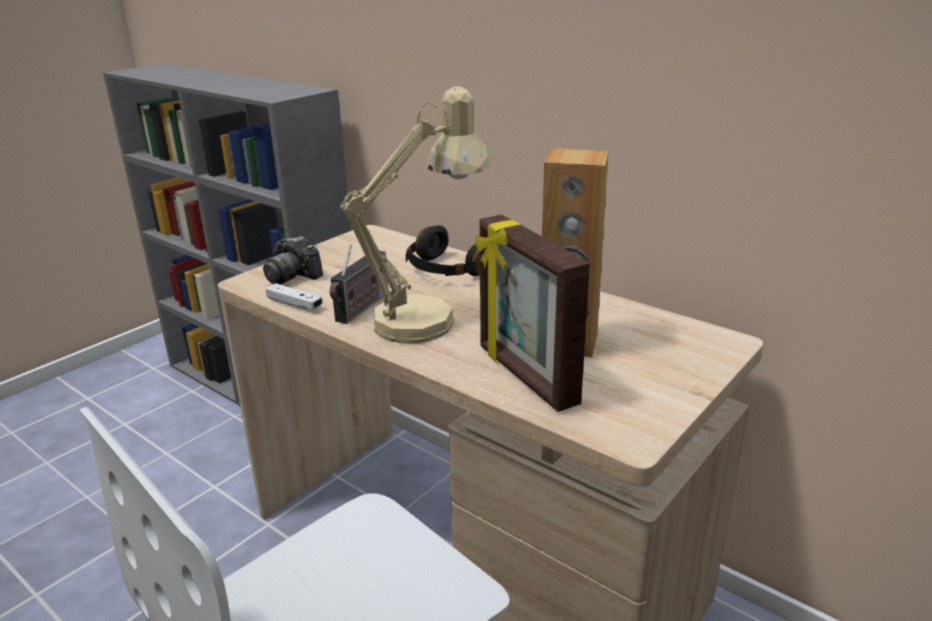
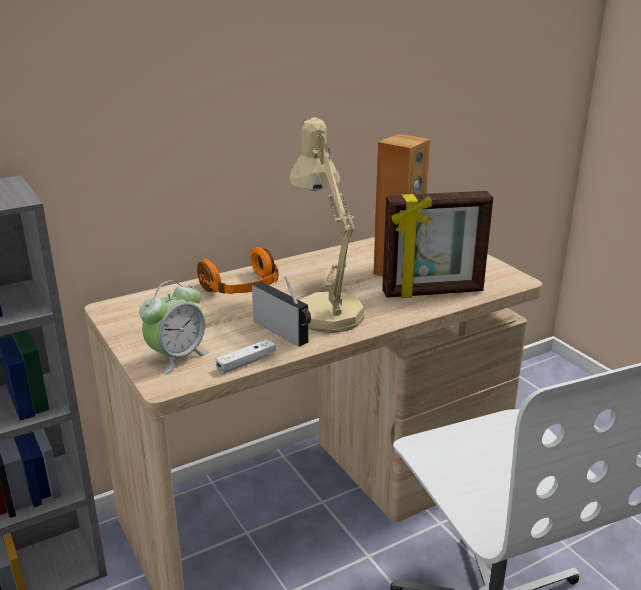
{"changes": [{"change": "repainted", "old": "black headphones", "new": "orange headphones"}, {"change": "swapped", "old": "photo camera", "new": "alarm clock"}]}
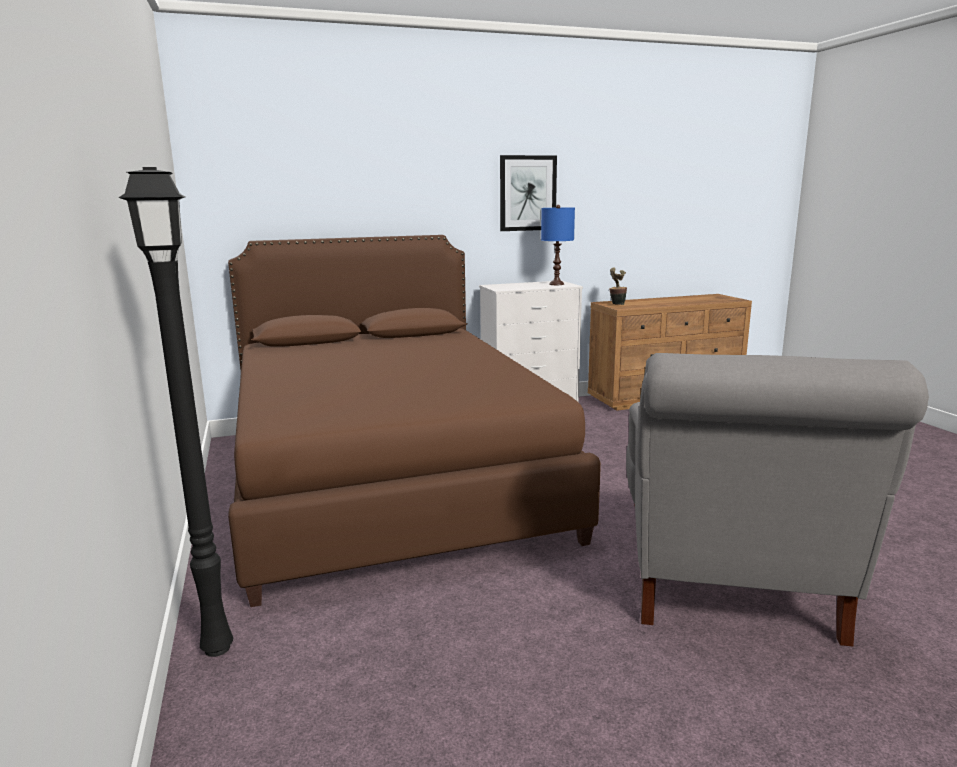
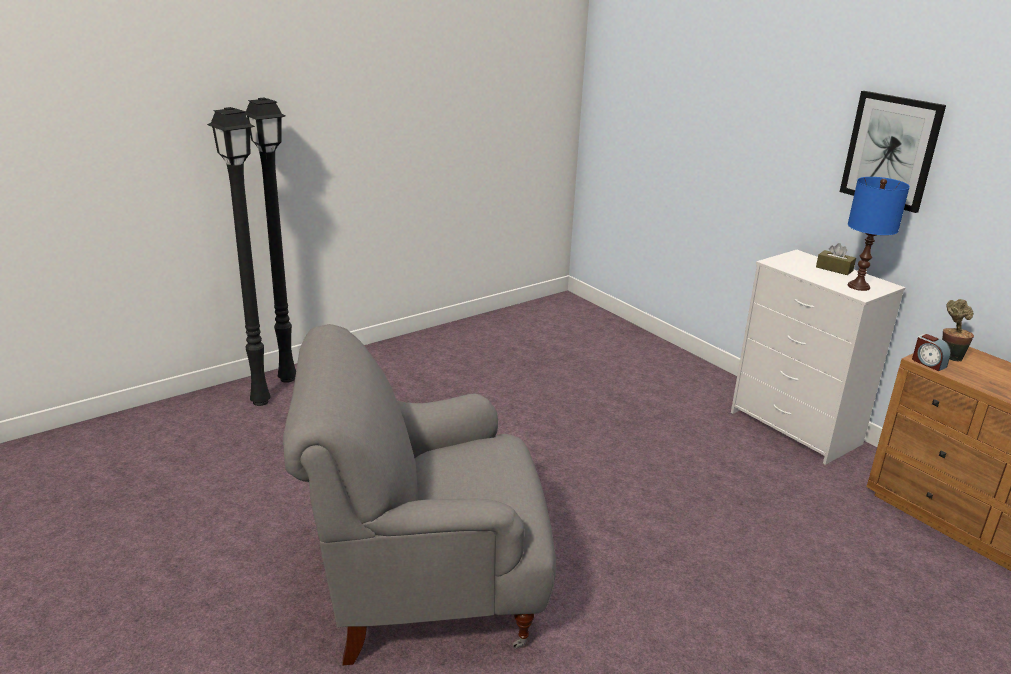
{"changes": [{"change": "gone", "old": "brown bed"}, {"change": "new", "new": "black floor lamp (no. 1 from left)"}, {"change": "new", "new": "brown tissue box"}, {"change": "new", "new": "alarm clock"}]}
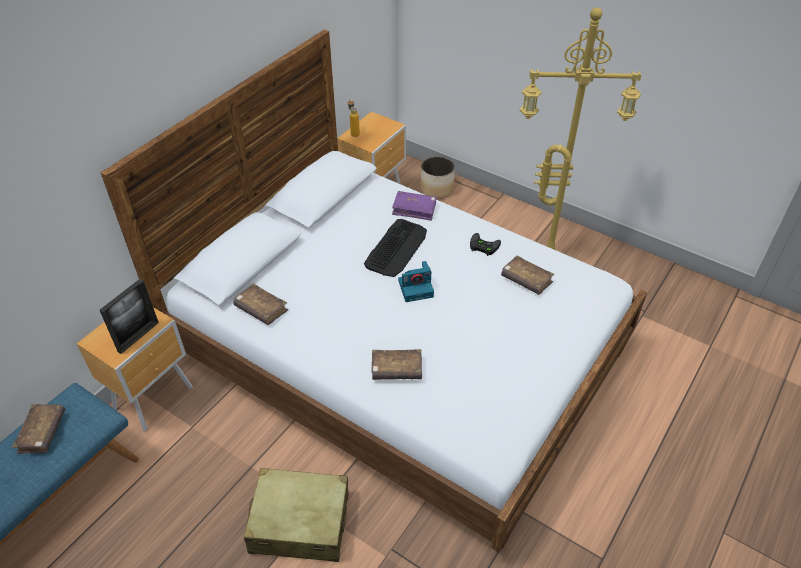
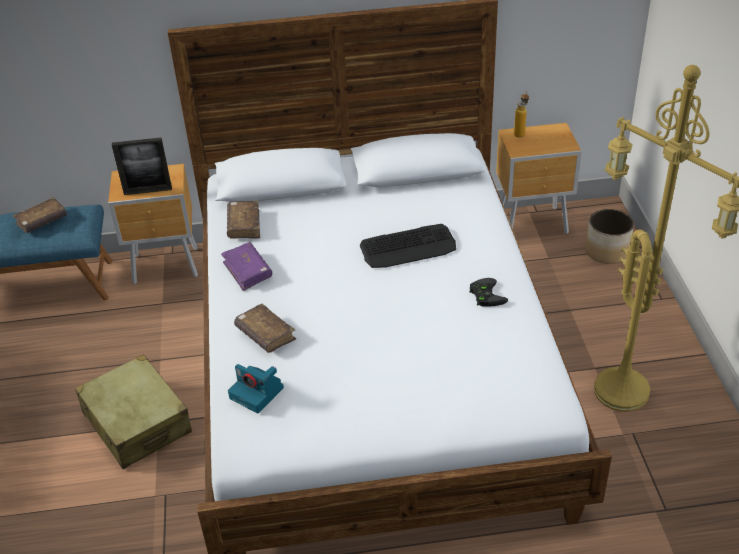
{"changes": [{"change": "shifted", "old": "purple book"}, {"change": "gone", "old": "brown book (no. 4 from left)"}, {"change": "shifted", "old": "photo camera"}]}
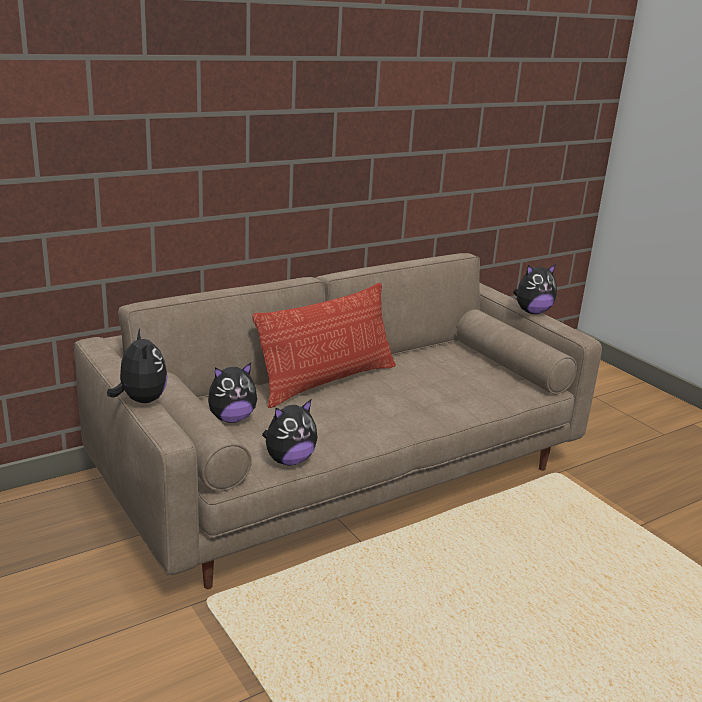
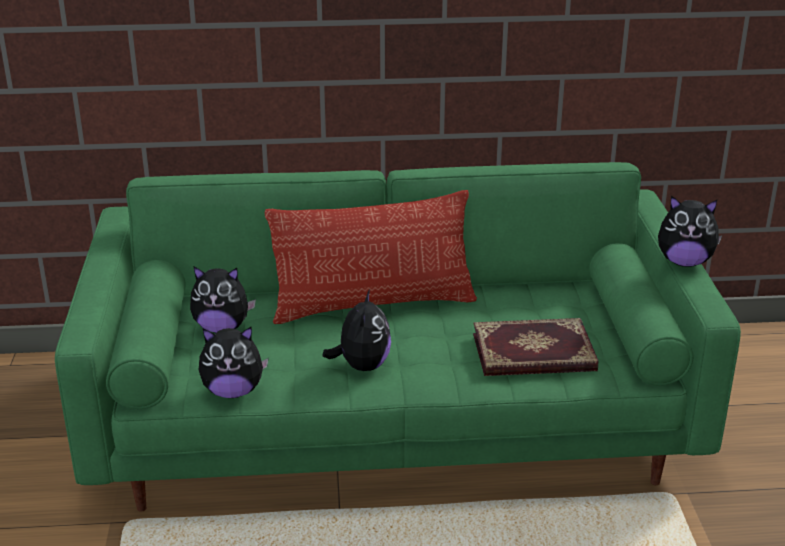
{"changes": [{"change": "repainted", "old": "beige sofa", "new": "green sofa"}, {"change": "shifted", "old": "plush toy (no. 1 from left in the first image)", "new": "plush toy (no. 3 from left)"}, {"change": "new", "new": "book"}]}
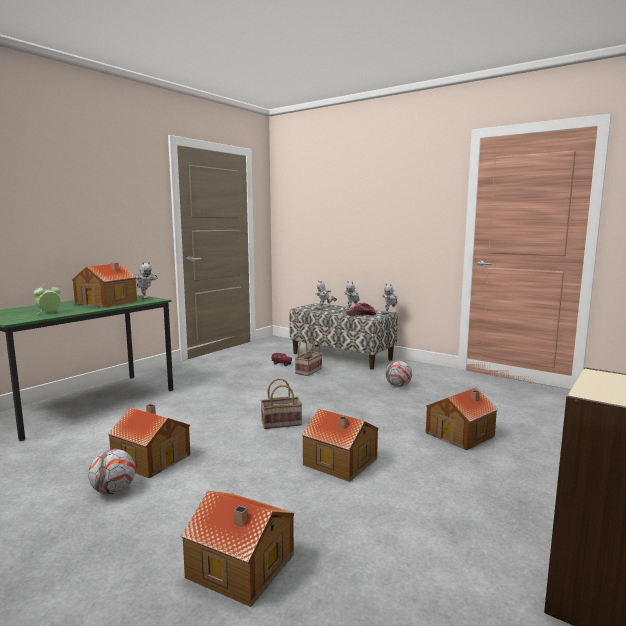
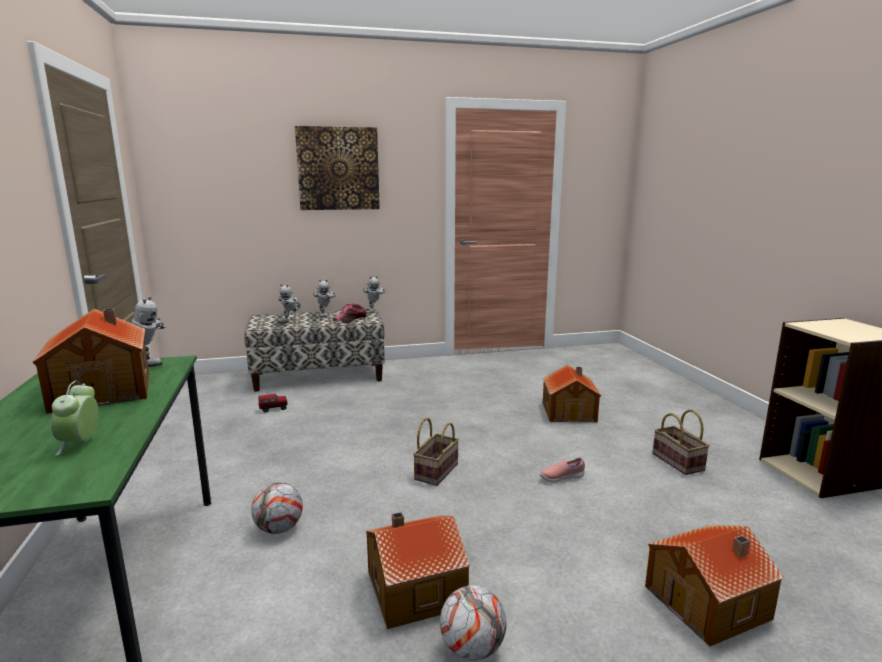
{"changes": [{"change": "shifted", "old": "basket (no. 2 from left)"}, {"change": "shifted", "old": "football (no. 2 from left in the first image)", "new": "football (no. 1 from left)"}, {"change": "swapped", "old": "toy house (no. 4 from left)", "new": "pink shoe"}, {"change": "new", "new": "picture"}]}
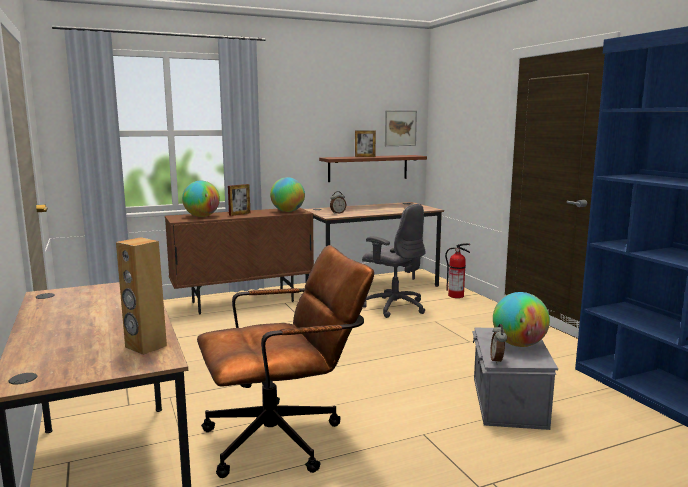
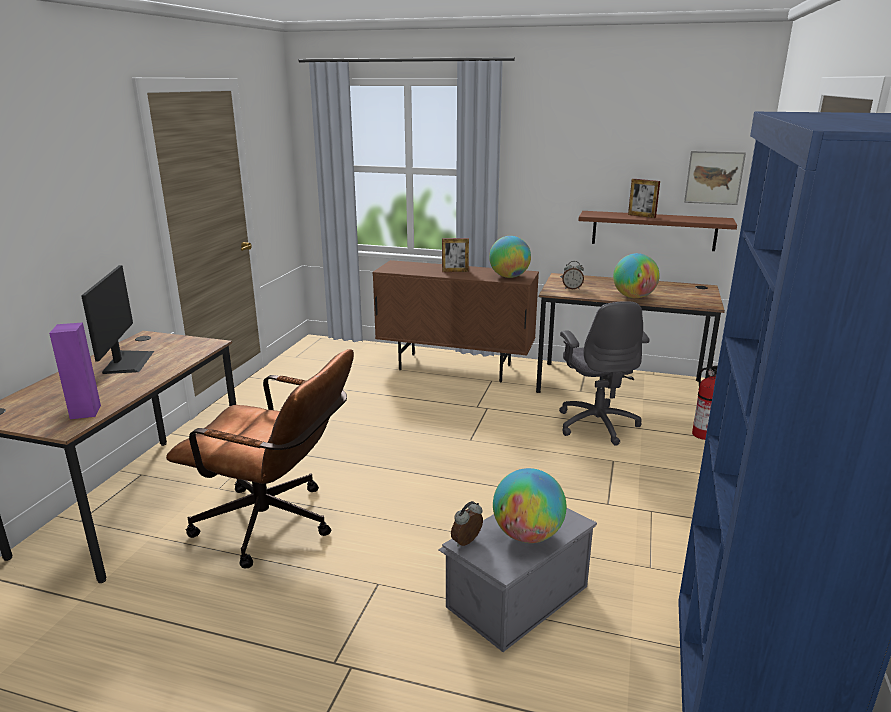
{"changes": [{"change": "shifted", "old": "globe (no. 1 from left in the first image)", "new": "globe (no. 3 from left)"}, {"change": "repainted", "old": "brown speaker", "new": "purple speaker"}, {"change": "new", "new": "monitor"}]}
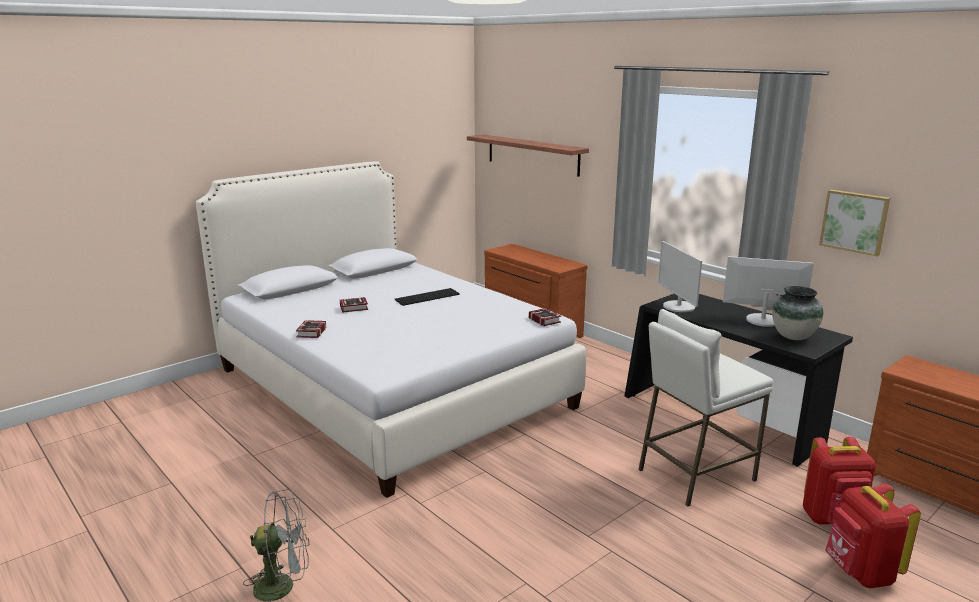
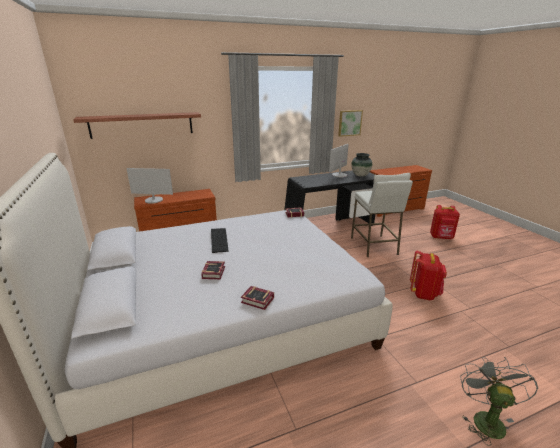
{"changes": [{"change": "shifted", "old": "monitor (no. 1 from left)"}, {"change": "shifted", "old": "red backpack (no. 1 from left)"}]}
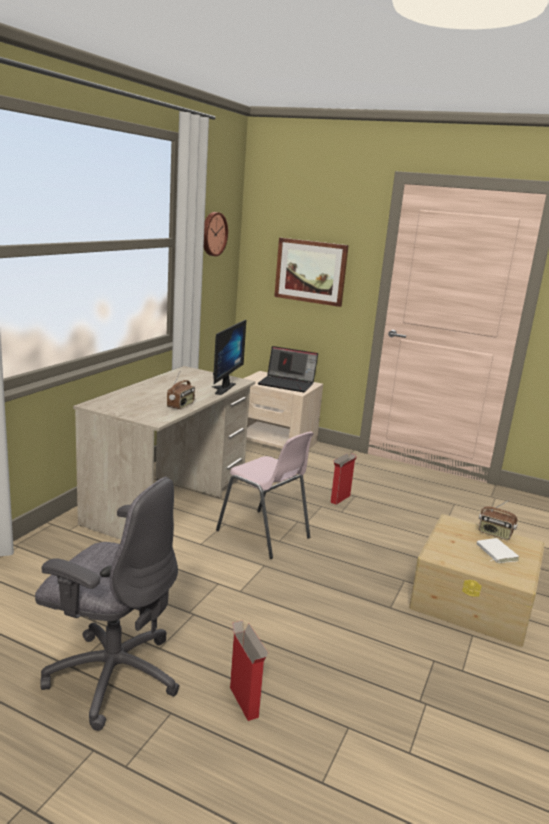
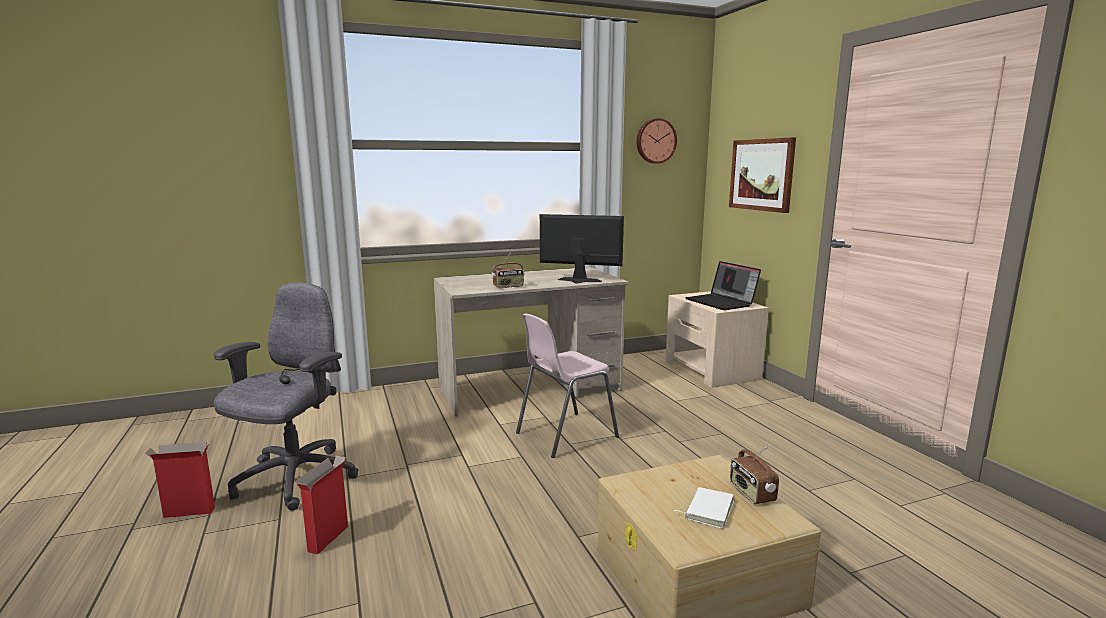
{"changes": [{"change": "rotated", "old": "monitor", "degrees": -135}, {"change": "rotated", "old": "pink chair", "degrees": 60}, {"change": "shifted", "old": "cardboard box (no. 2 from left in the first image)", "new": "cardboard box (no. 1 from left)"}, {"change": "rotated", "old": "grey office chair", "degrees": -135}]}
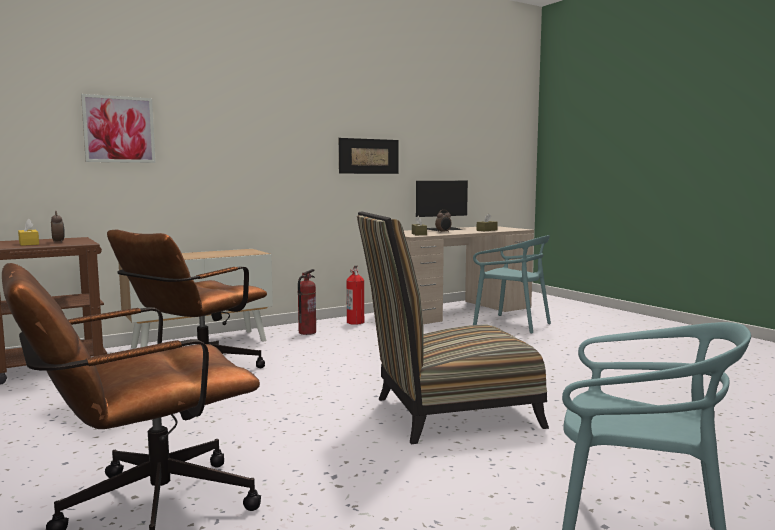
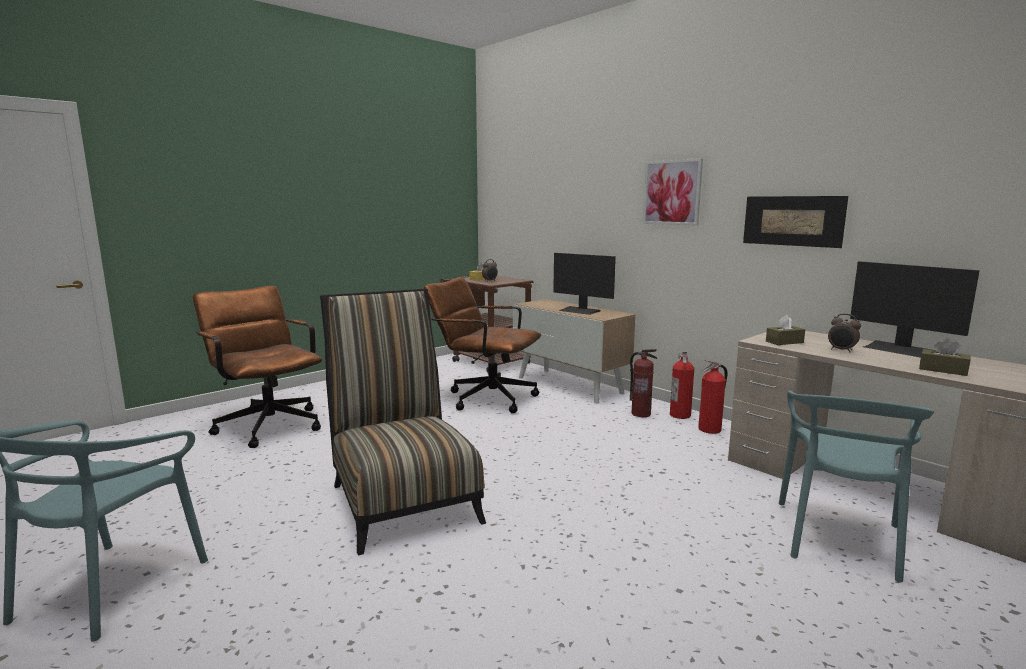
{"changes": [{"change": "shifted", "old": "picture (no. 1 from left)"}, {"change": "new", "new": "monitor (no. 1 from left)"}, {"change": "new", "new": "fire extinguisher (no. 2 from left)"}]}
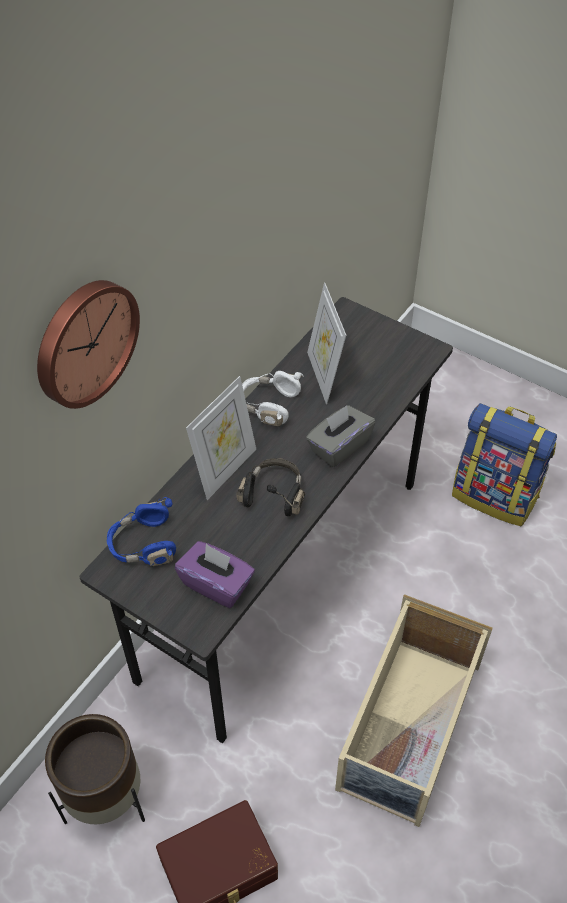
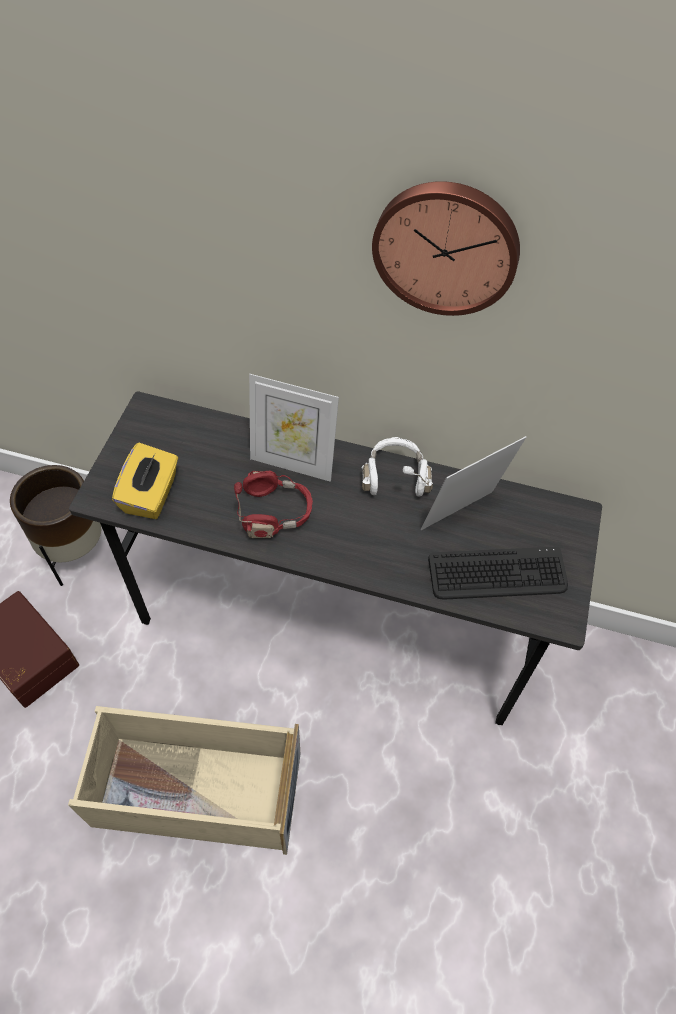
{"changes": [{"change": "shifted", "old": "wall clock"}, {"change": "gone", "old": "backpack"}, {"change": "gone", "old": "grey tissue box"}, {"change": "repainted", "old": "black headphones", "new": "red headphones"}, {"change": "gone", "old": "blue headphones"}, {"change": "repainted", "old": "purple tissue box", "new": "yellow tissue box"}, {"change": "new", "new": "keyboard"}]}
